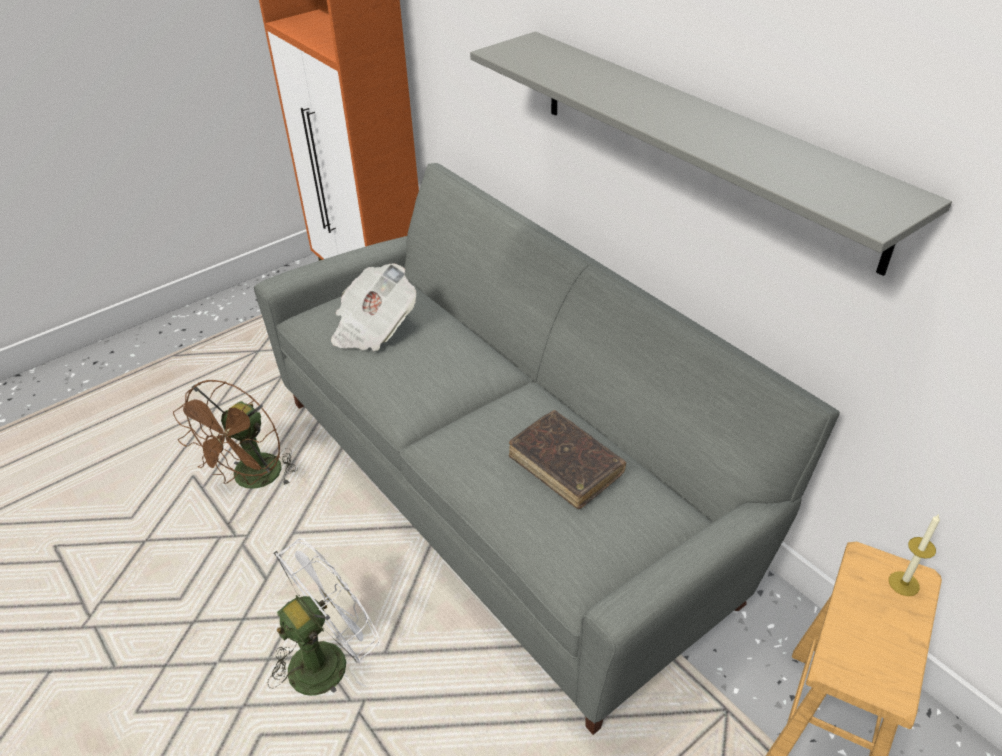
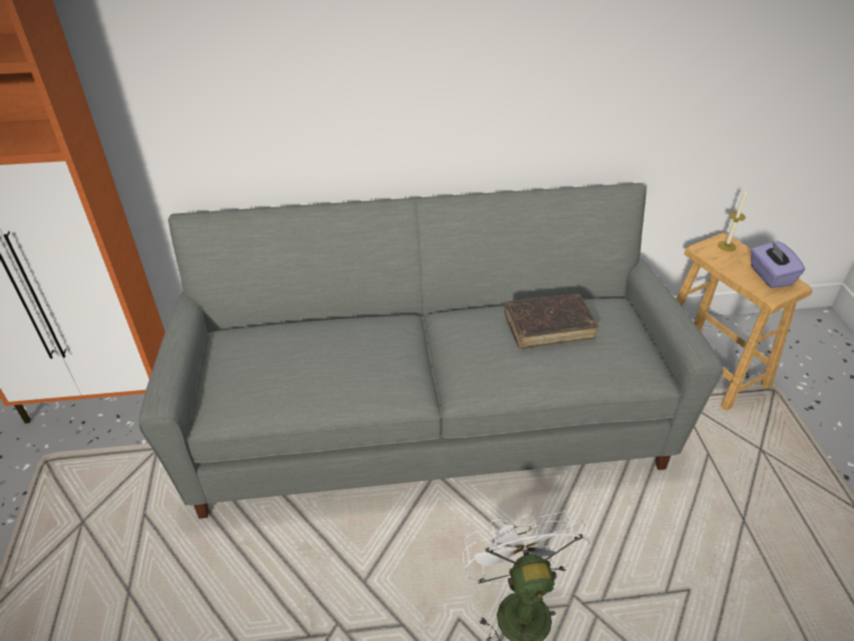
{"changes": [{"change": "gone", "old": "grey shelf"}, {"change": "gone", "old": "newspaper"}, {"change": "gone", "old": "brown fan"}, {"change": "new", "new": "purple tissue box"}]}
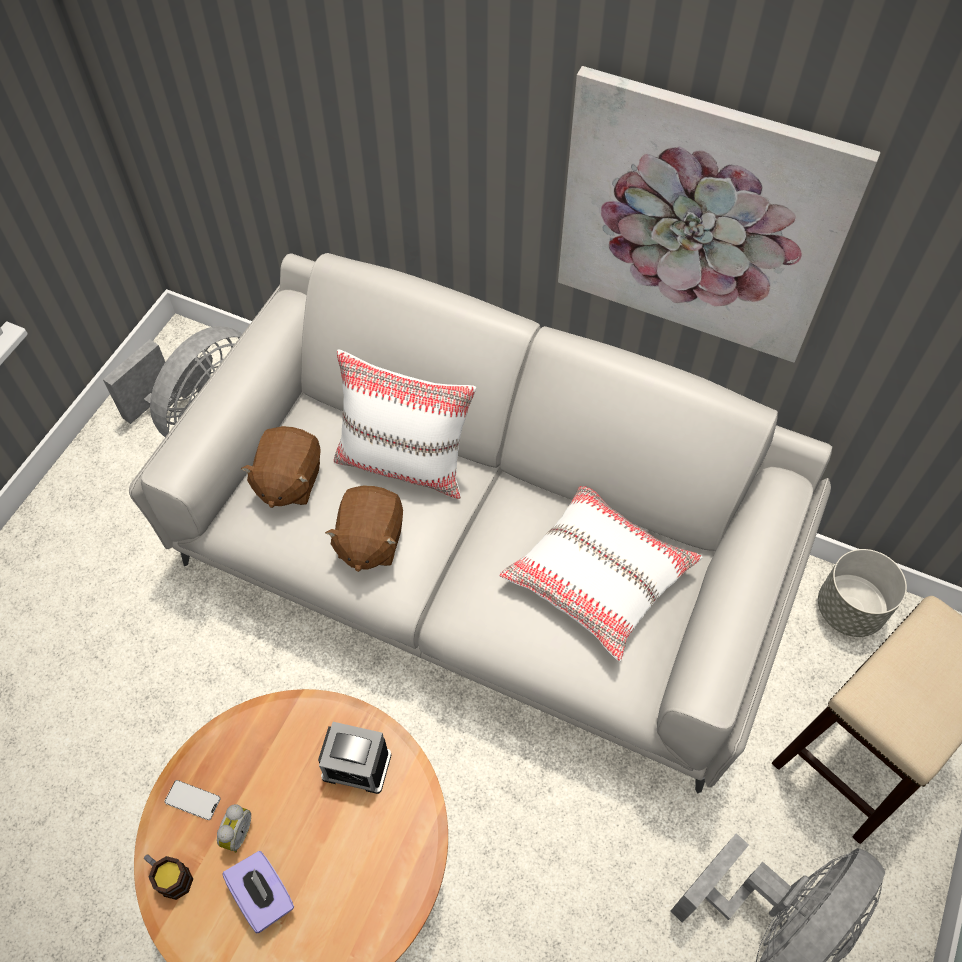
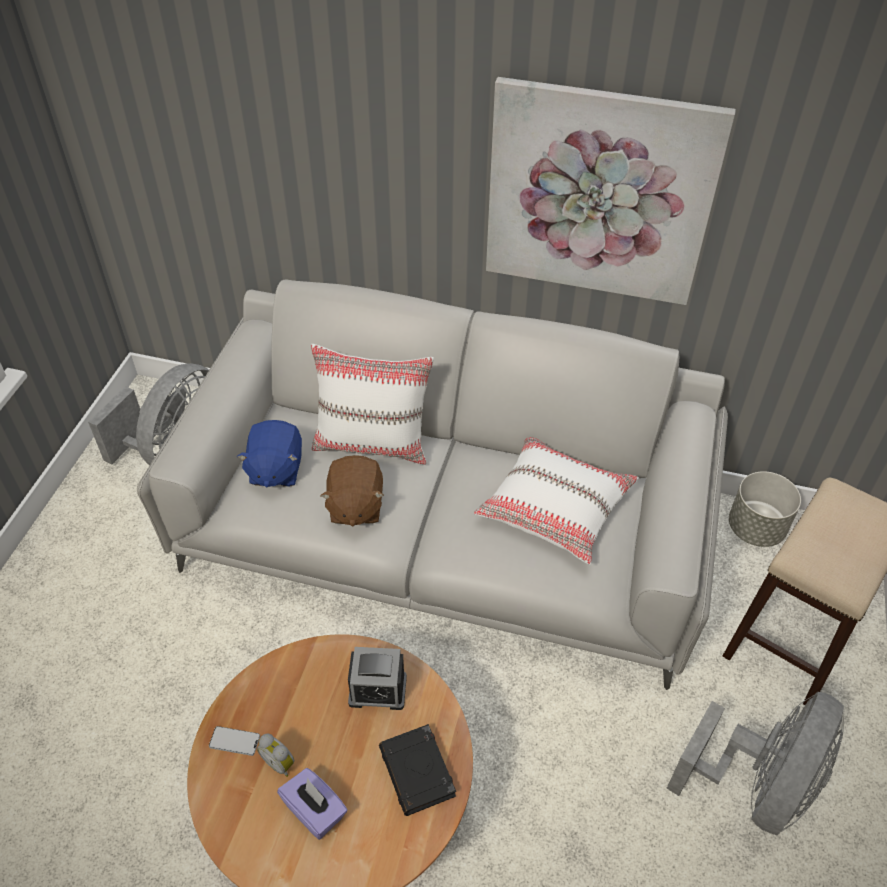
{"changes": [{"change": "repainted", "old": "brown plush toy (no. 1 from left)", "new": "blue plush toy"}, {"change": "rotated", "old": "alarm clock (no. 1 from left)", "degrees": 120}, {"change": "gone", "old": "mug"}, {"change": "new", "new": "black book"}]}
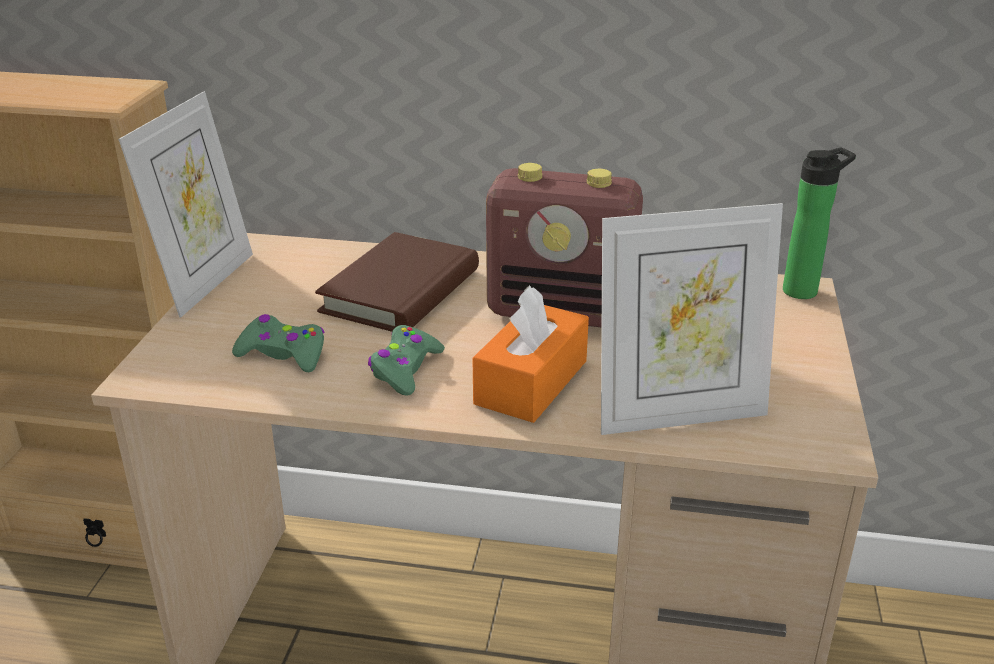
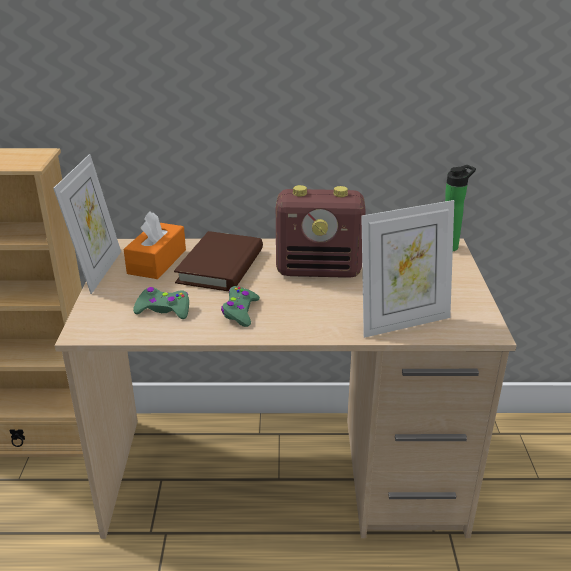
{"changes": [{"change": "shifted", "old": "orange tissue box"}]}
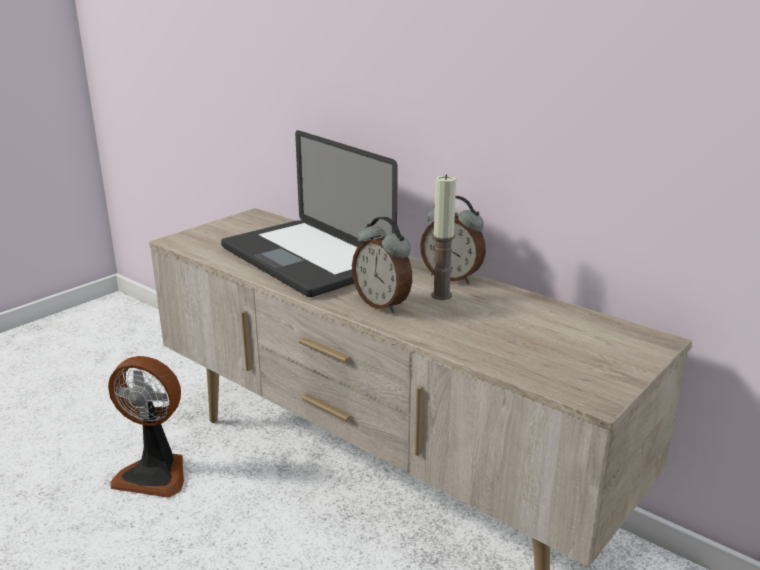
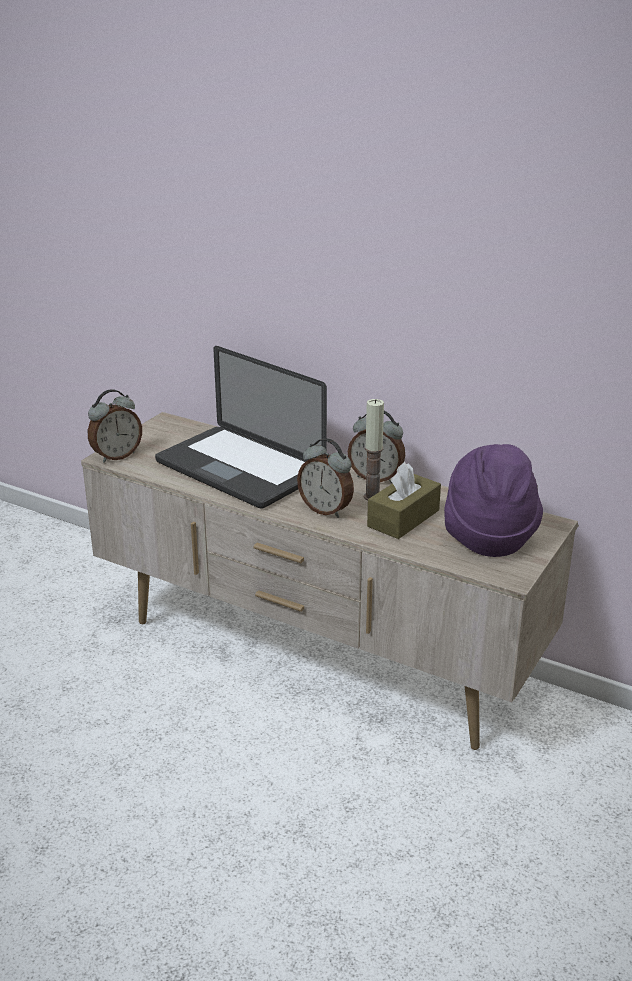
{"changes": [{"change": "gone", "old": "fan"}, {"change": "new", "new": "alarm clock (no. 1 from left)"}, {"change": "new", "new": "purple hat"}, {"change": "new", "new": "brown tissue box"}]}
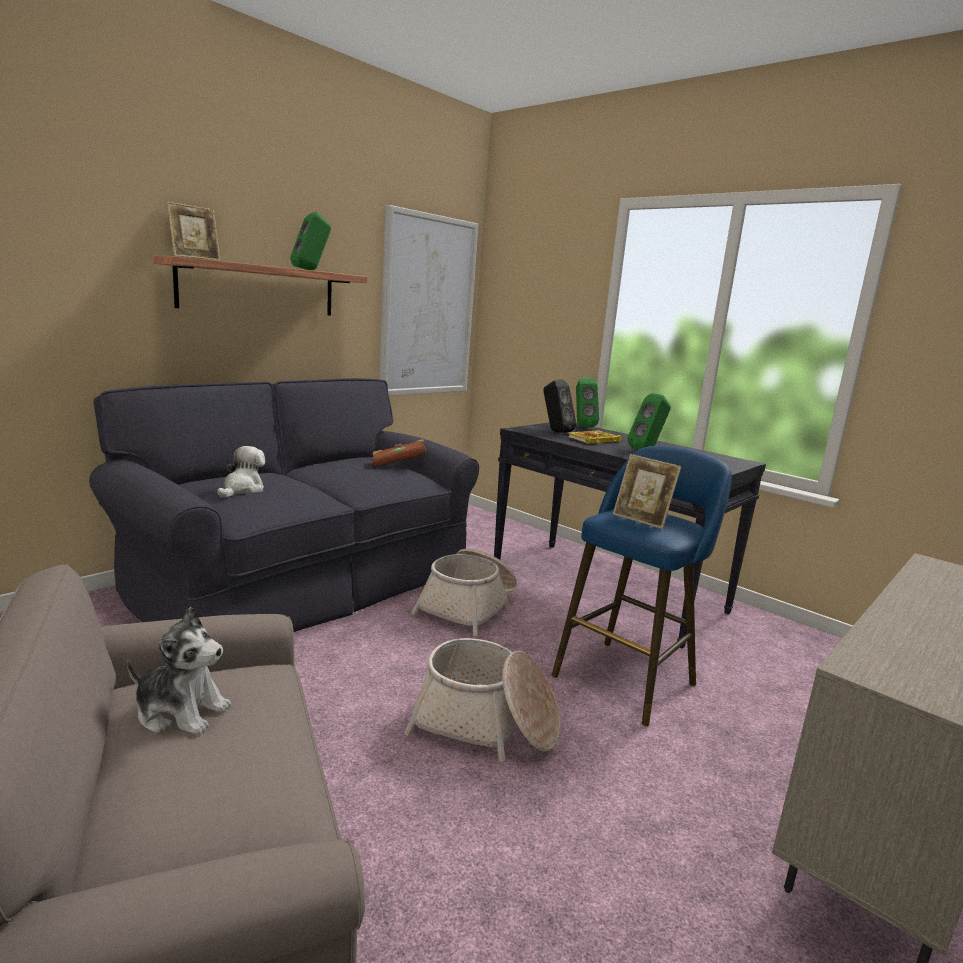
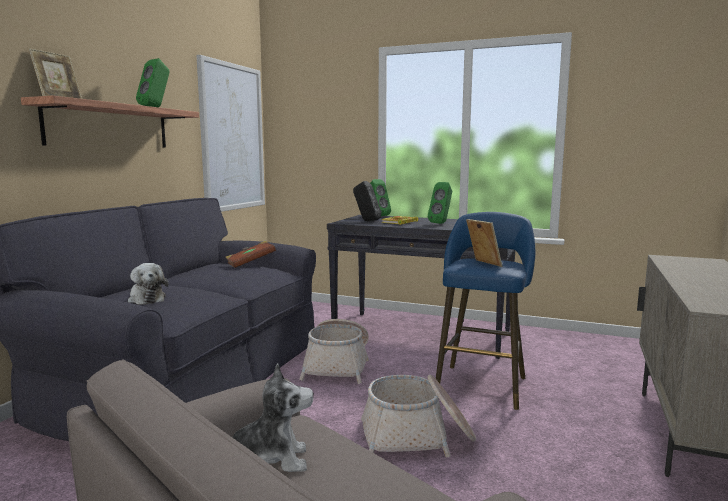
{"changes": [{"change": "rotated", "old": "plush toy (no. 2 from left in the first image)", "degrees": 150}, {"change": "rotated", "old": "picture frame (no. 2 from left)", "degrees": -135}]}
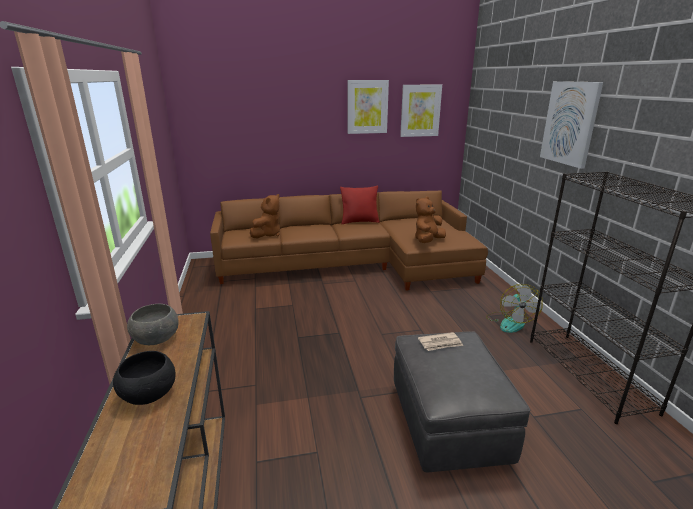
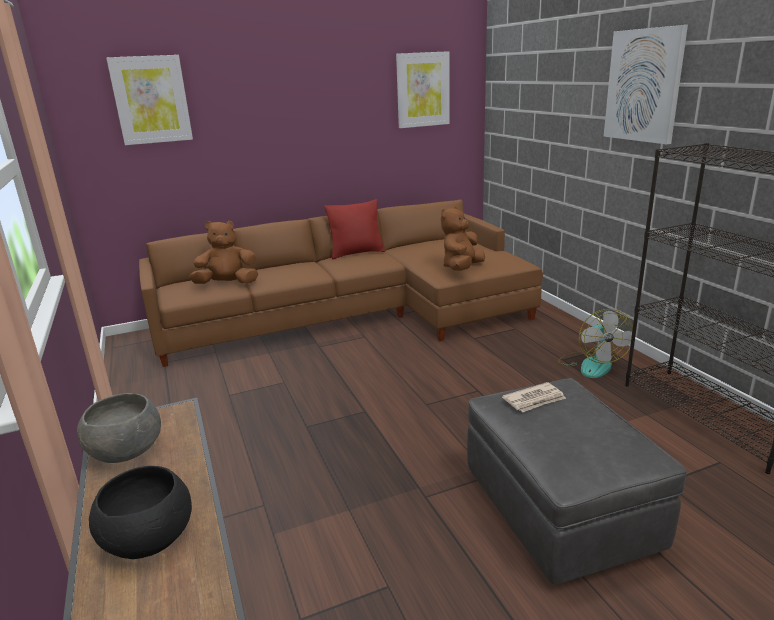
{"changes": [{"change": "shifted", "old": "picture (no. 1 from left)"}, {"change": "rotated", "old": "brown plush toy (no. 1 from left)", "degrees": -120}]}
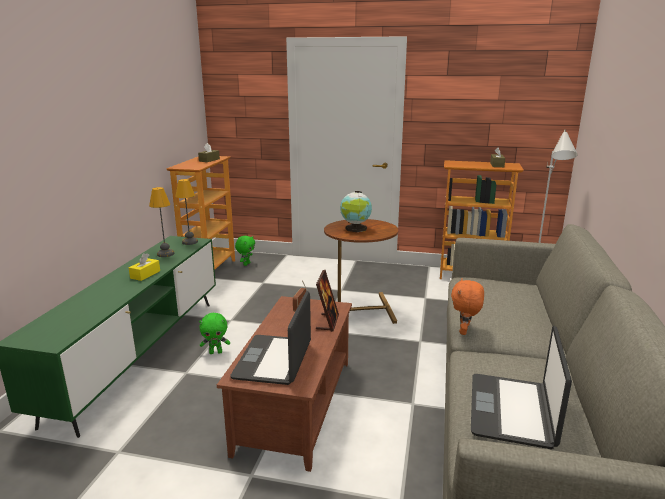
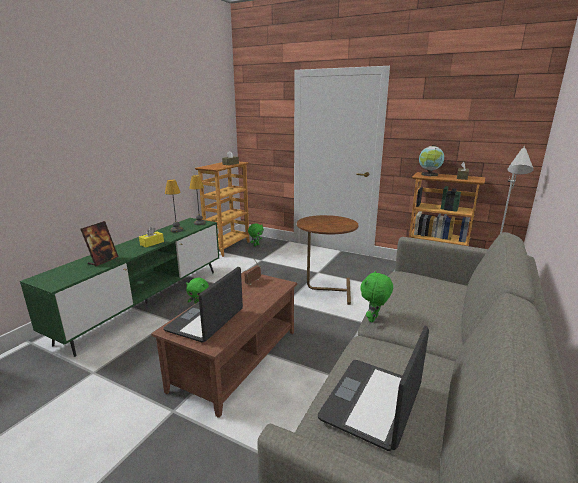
{"changes": [{"change": "shifted", "old": "globe"}, {"change": "shifted", "old": "picture frame"}, {"change": "repainted", "old": "orange plush toy", "new": "green plush toy (no. 3 from left)"}]}
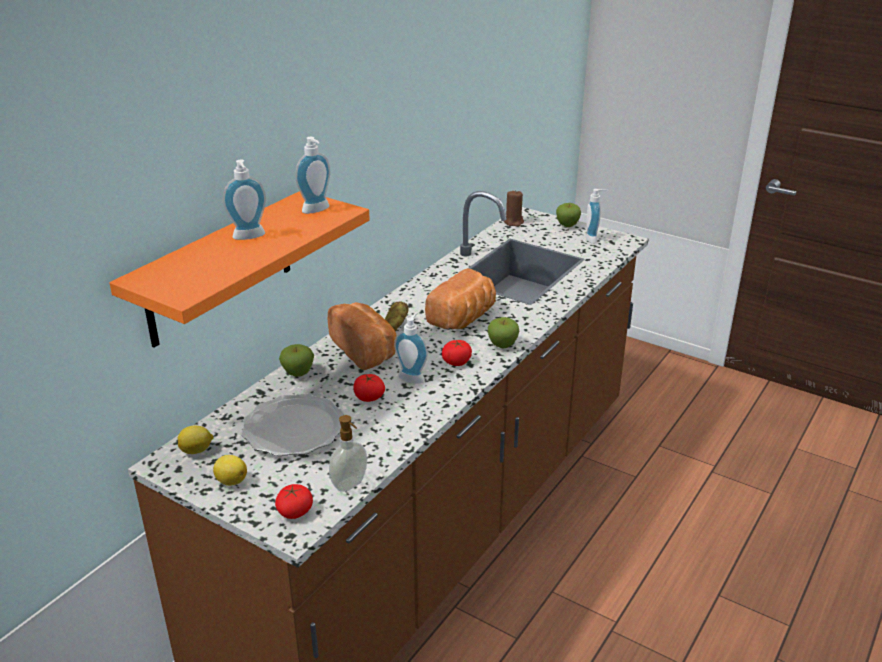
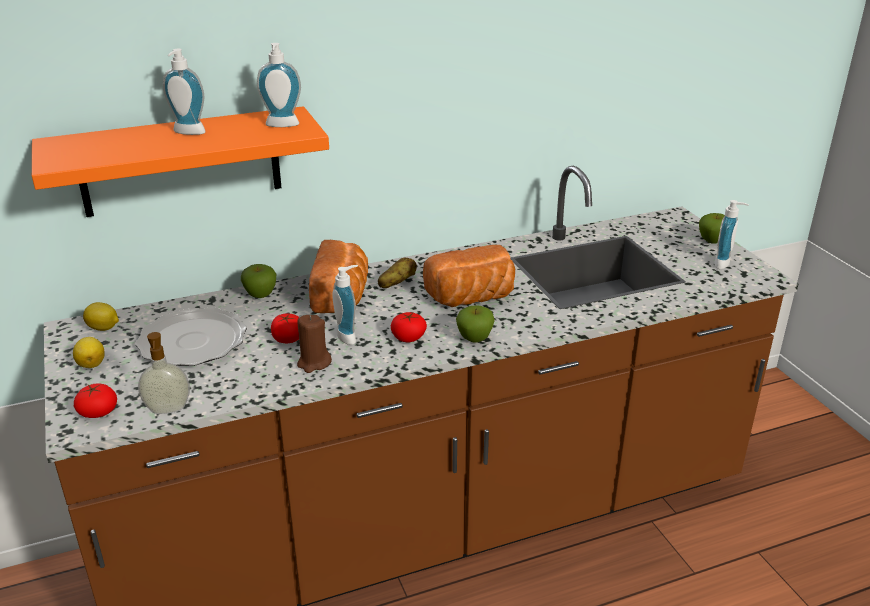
{"changes": [{"change": "shifted", "old": "brown candle"}]}
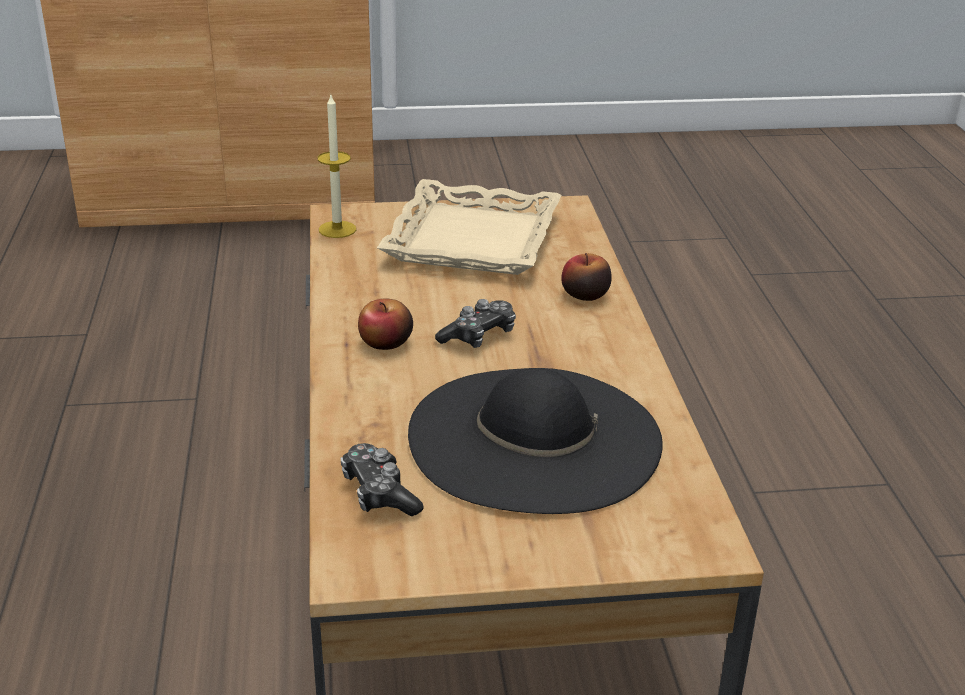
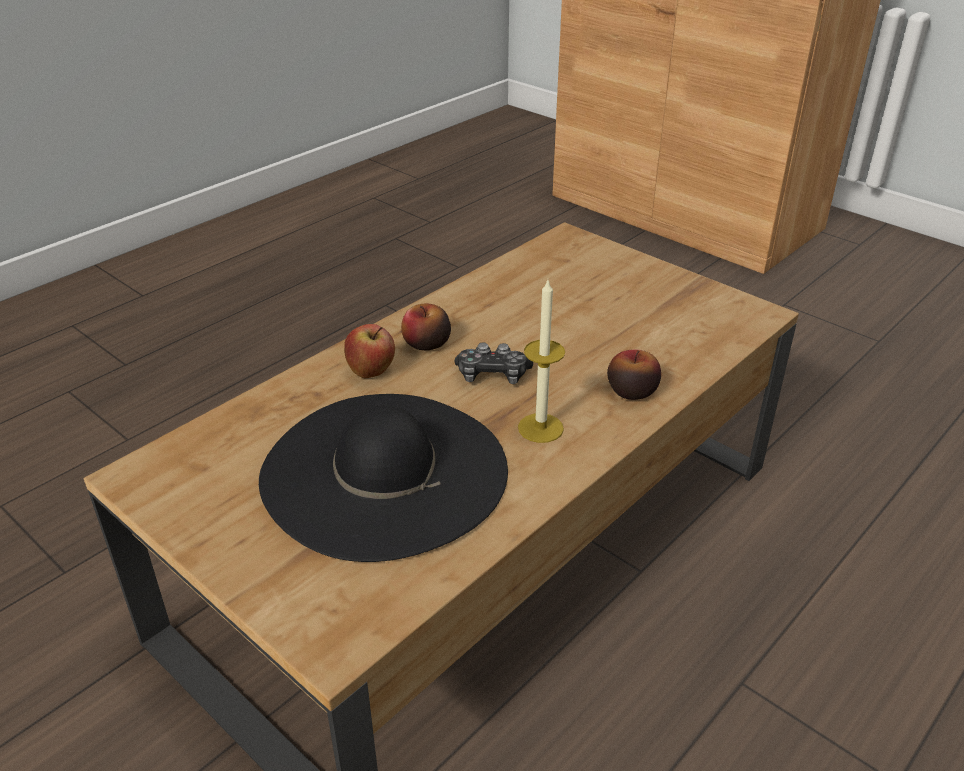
{"changes": [{"change": "shifted", "old": "candle"}, {"change": "gone", "old": "beige tray"}, {"change": "gone", "old": "game controller (no. 1 from left)"}, {"change": "new", "new": "apple (no. 1 from left)"}]}
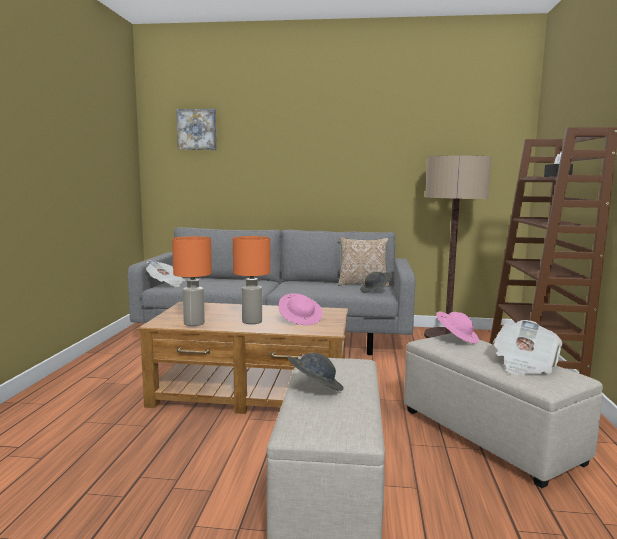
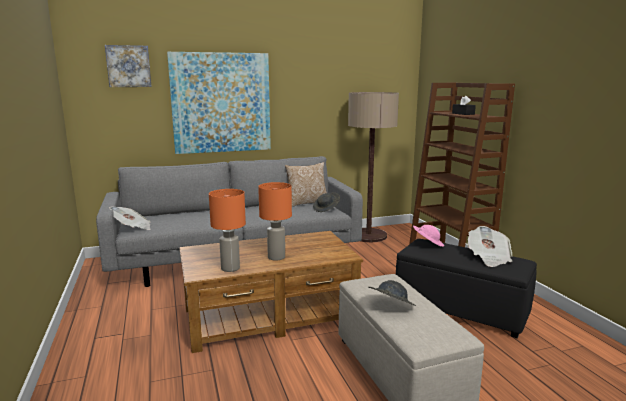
{"changes": [{"change": "gone", "old": "pink hat (no. 1 from left)"}, {"change": "repainted", "old": "beige ottoman (no. 2 from left)", "new": "black ottoman"}, {"change": "new", "new": "picture (no. 2 from left)"}]}
